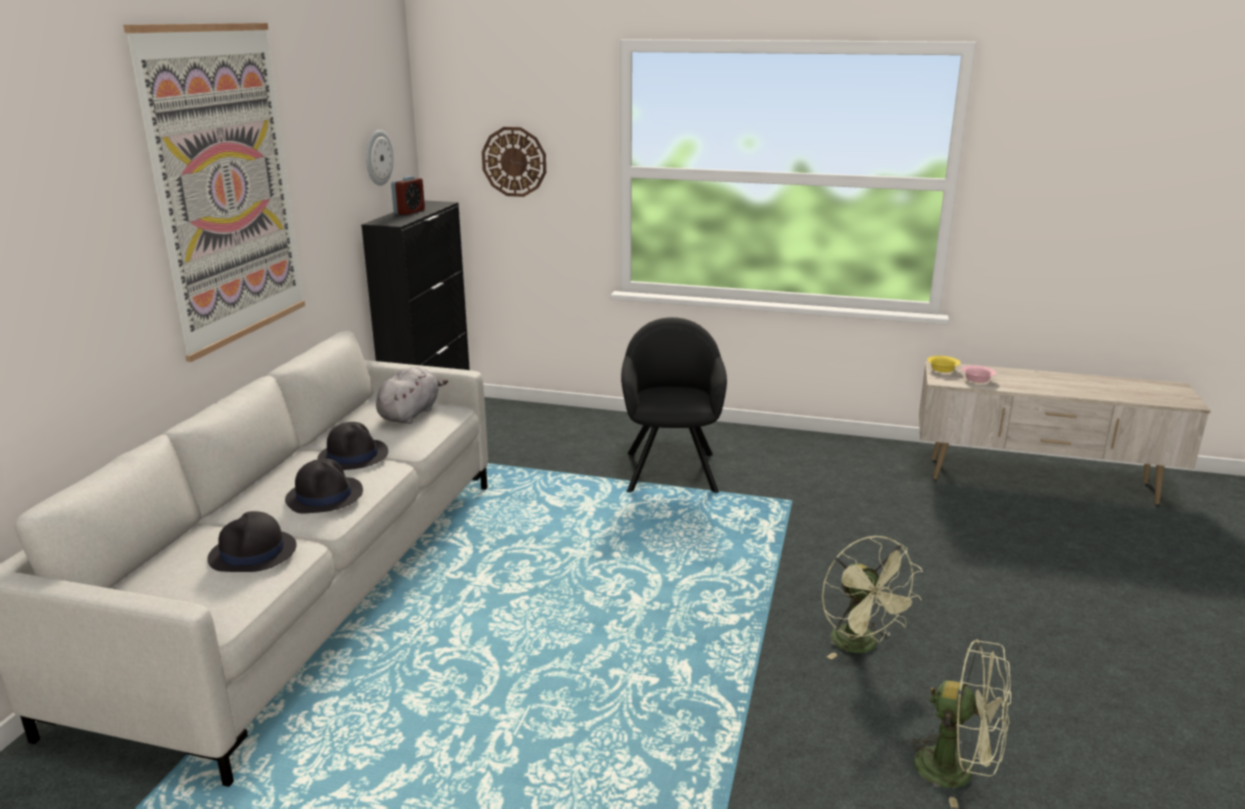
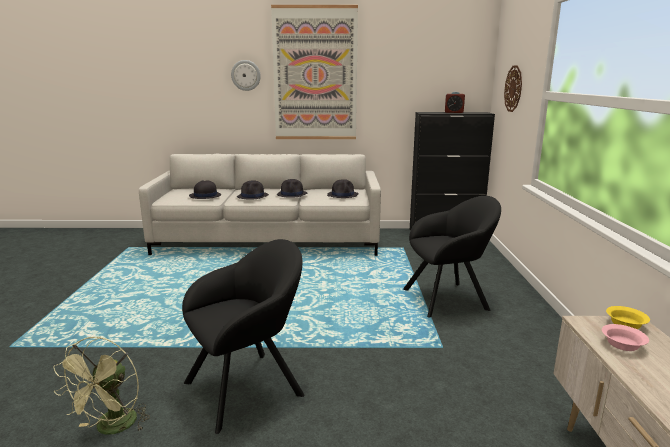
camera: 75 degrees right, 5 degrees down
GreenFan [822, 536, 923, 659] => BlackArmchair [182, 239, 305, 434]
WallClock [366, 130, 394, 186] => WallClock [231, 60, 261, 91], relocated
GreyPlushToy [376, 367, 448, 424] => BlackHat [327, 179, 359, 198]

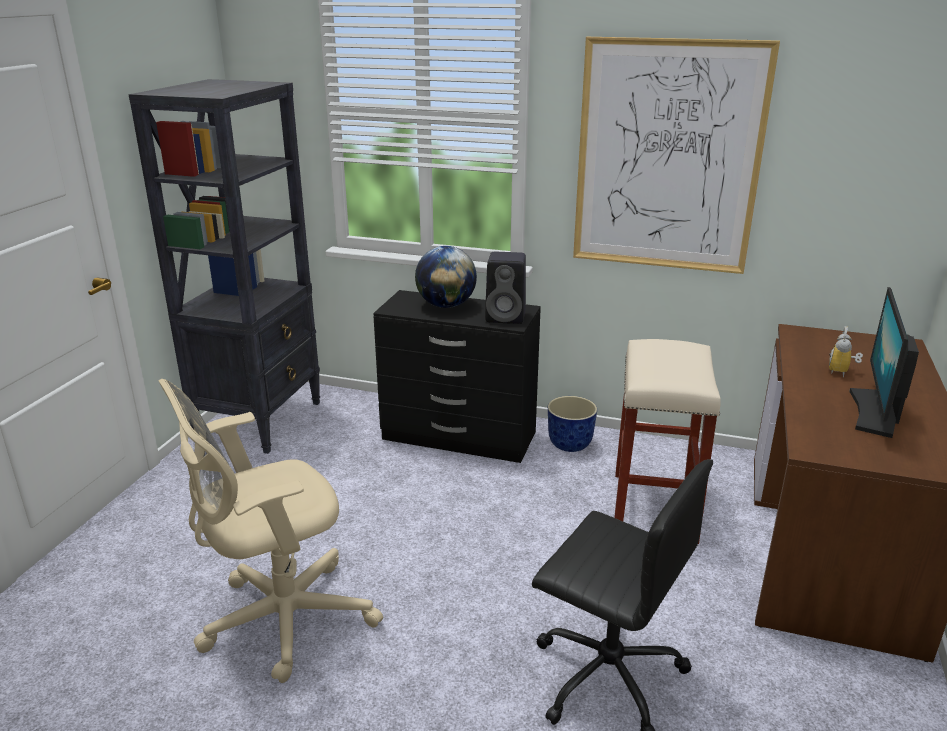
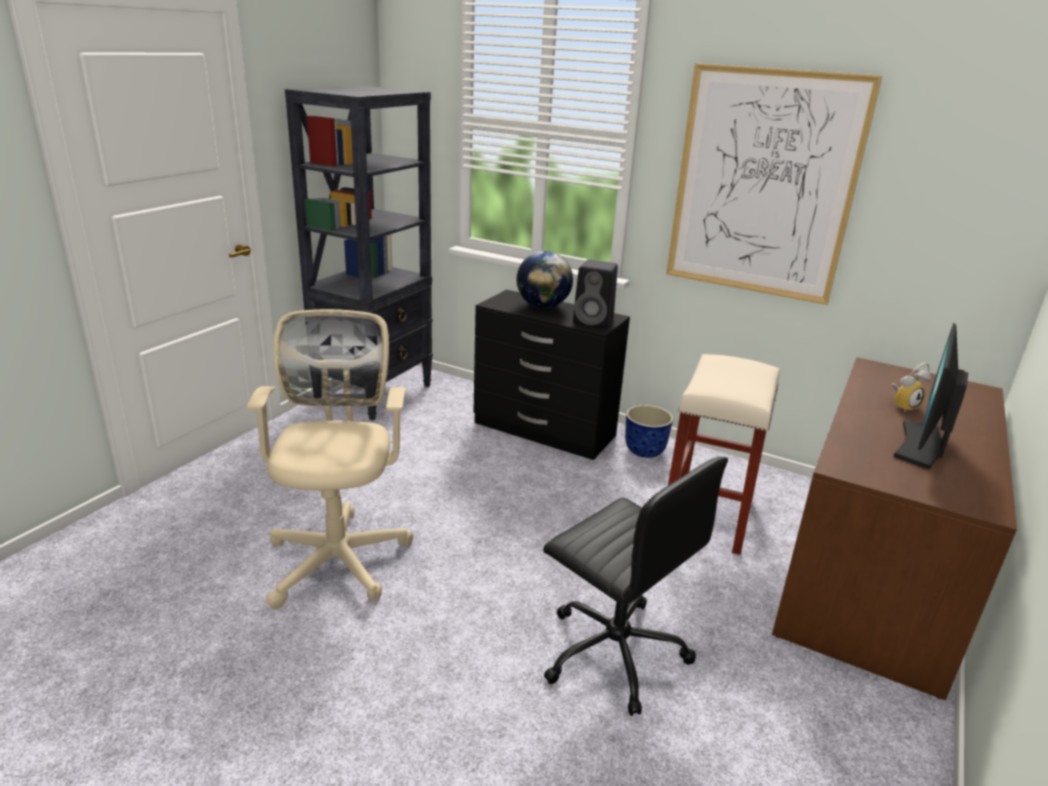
camera: 10 degrees right, 0 degrees up
BeigeOfficeChair [158, 379, 383, 683] => BeigeOfficeChair [246, 309, 413, 609], 105 degrees clockwise
AlarmClock [829, 326, 863, 377] => AlarmClock [892, 363, 931, 412], 150 degrees counterclockwise

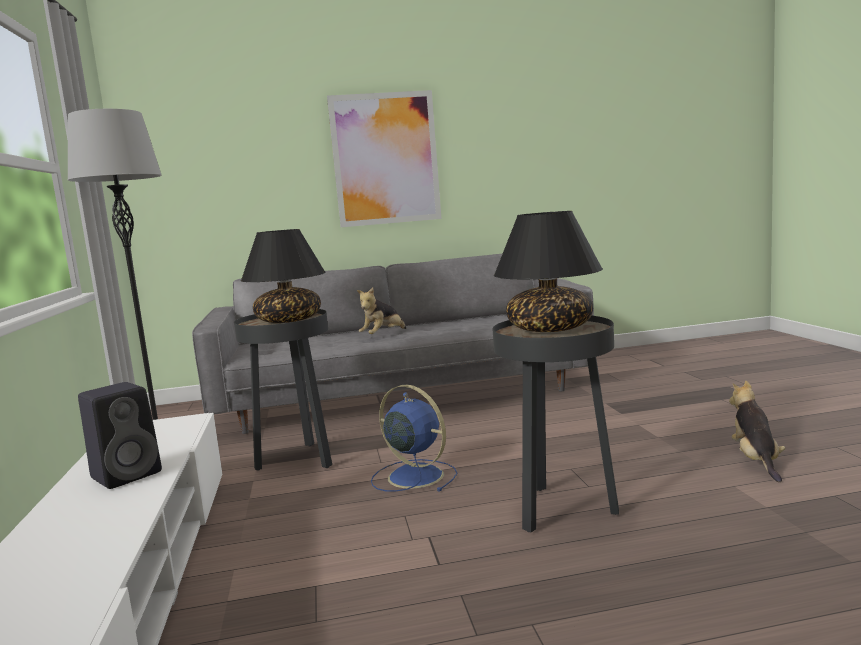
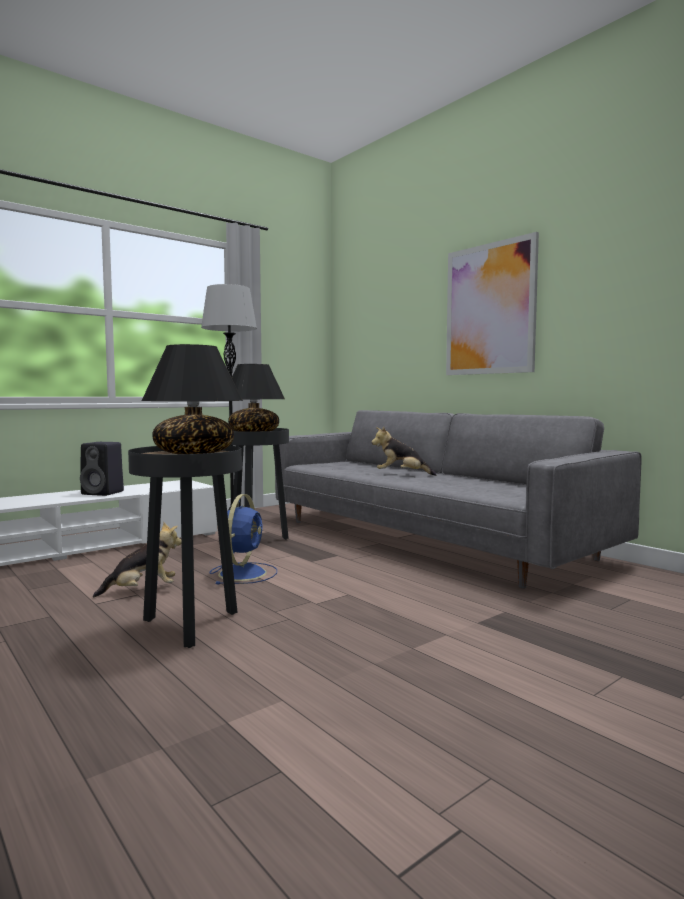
camera: 60 degrees right, 5 degrees down
PlushToy [729, 381, 786, 482] => PlushToy [93, 522, 182, 598], relocated

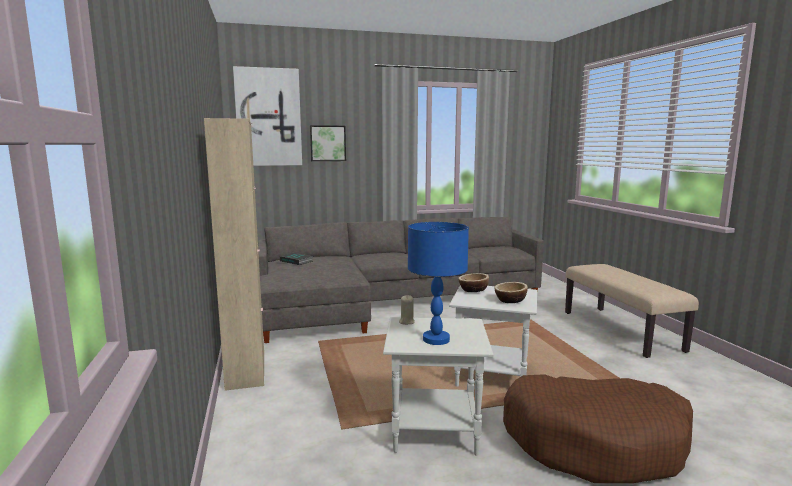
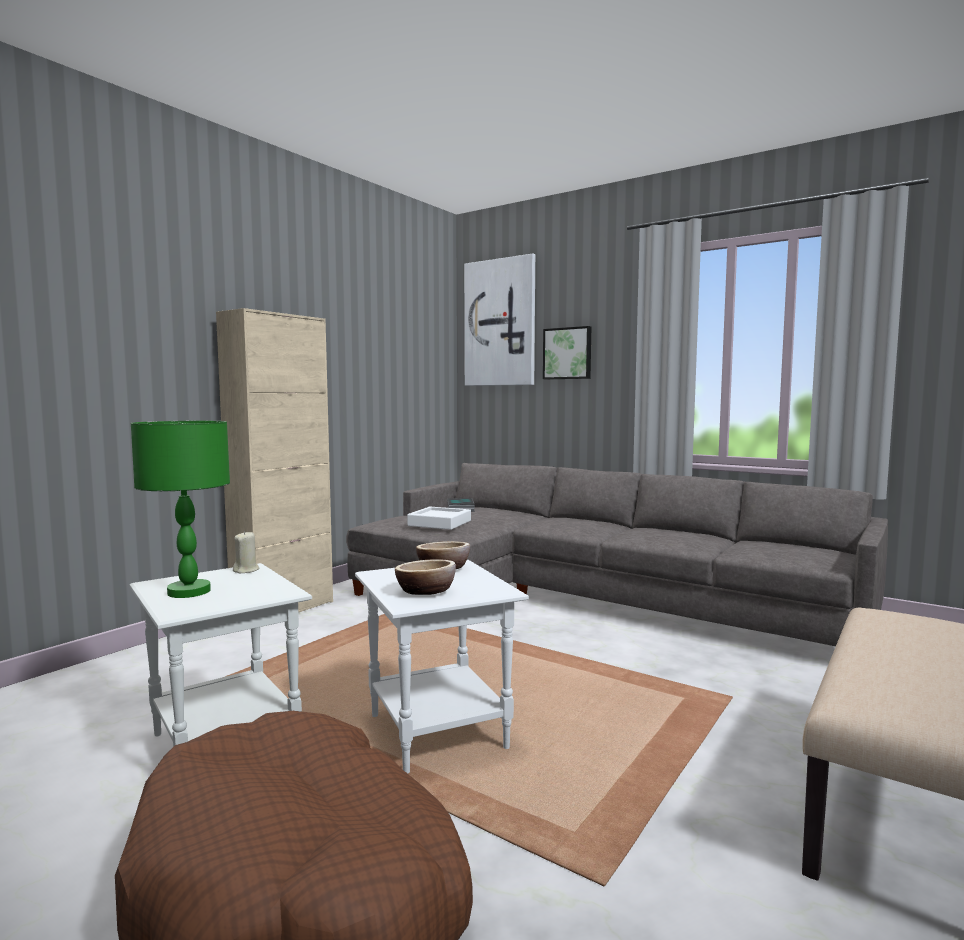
camera: 50 degrees right, 5 degrees down
BlueTableLamp [408, 222, 469, 345] => GreenTableLamp [131, 421, 230, 598]
nothing => WhiteTray [407, 507, 471, 530]

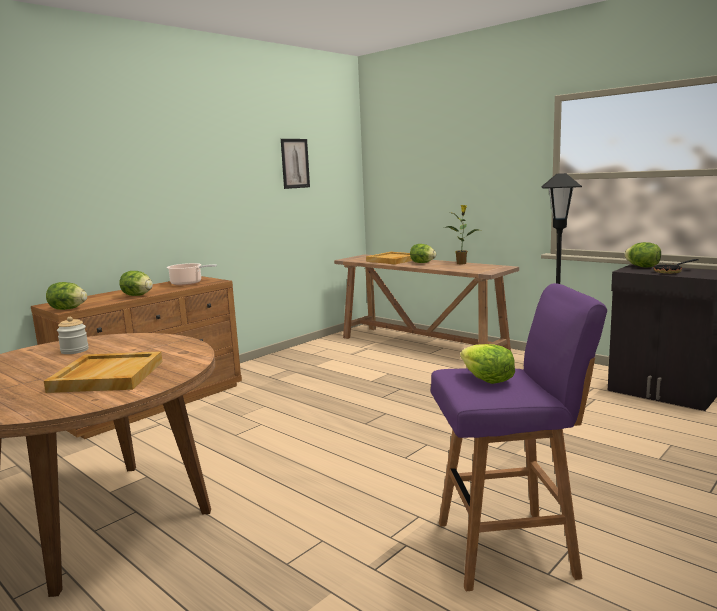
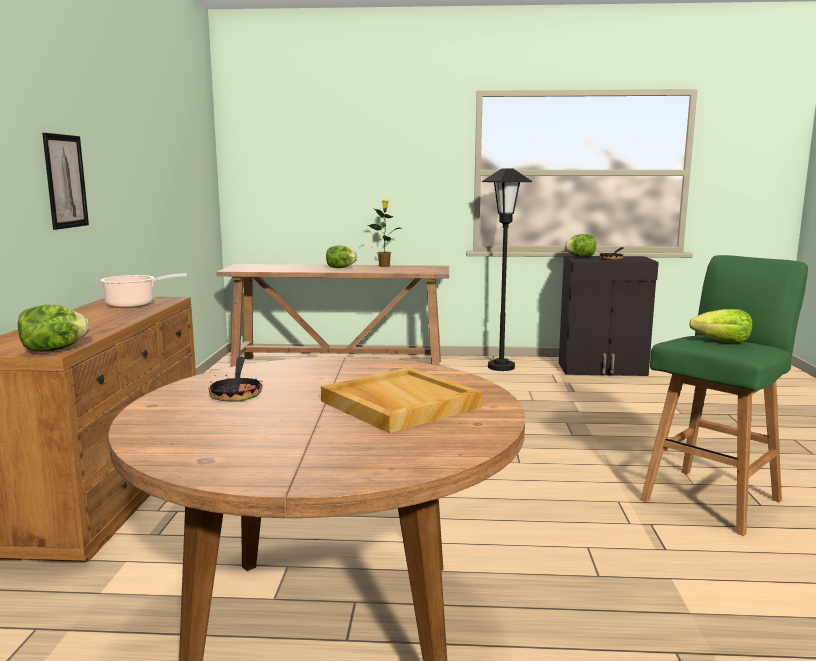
camera: 40 degrees left, 0 degrees up
Picture [281, 139, 310, 189] => Picture [42, 133, 89, 230], relocated
Jar [57, 317, 89, 354] => FryingPan [208, 357, 263, 402]
PurpleStool [431, 283, 607, 591] => GreenStool [641, 255, 808, 536]
Lettuce [119, 271, 153, 296] => nothing
BeigeTray [366, 252, 413, 265] => nothing

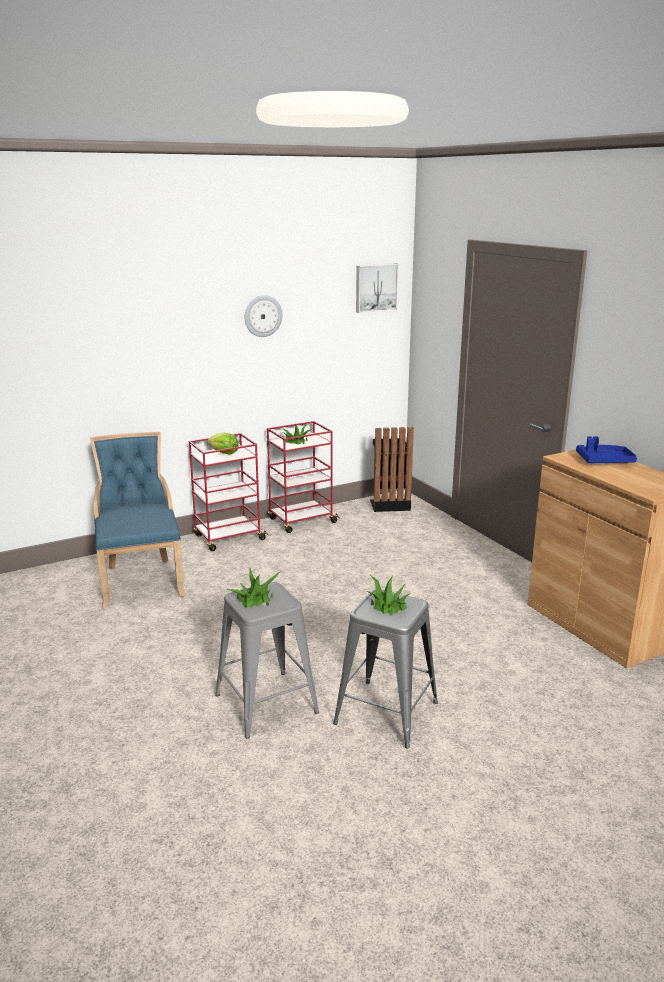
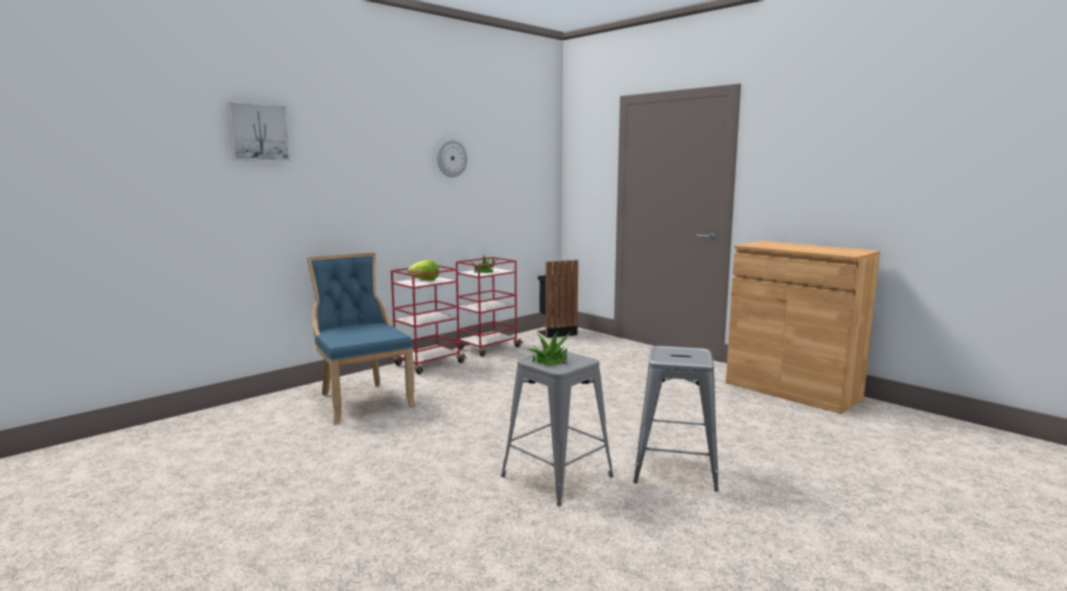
camera: 15 degrees left, 10 degrees down
Picture [356, 264, 398, 313] => Picture [227, 102, 290, 161], relocated
PottedPlant [366, 575, 409, 615] => nothing
BlueTray [576, 436, 637, 463] => nothing

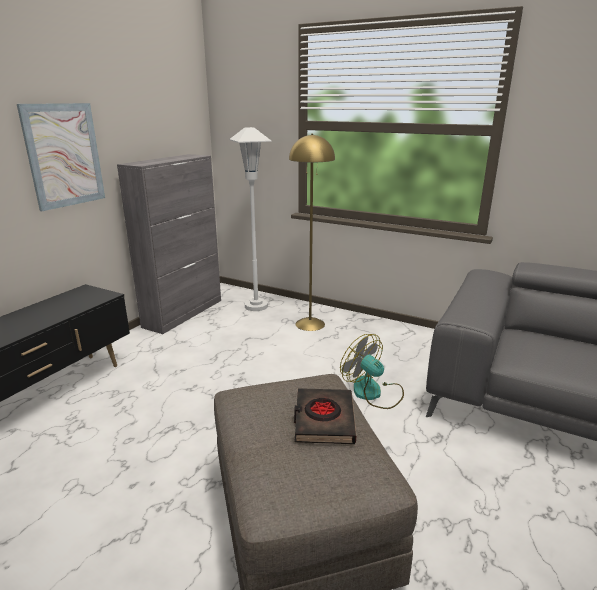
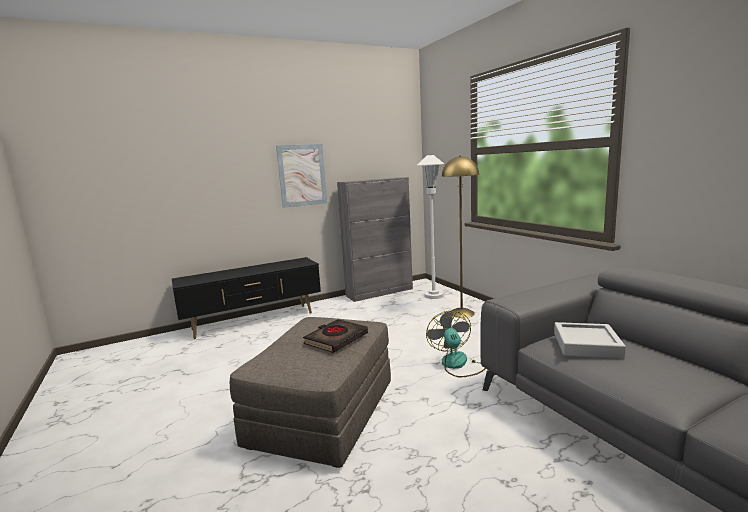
camera: 35 degrees right, 10 degrees down
nothing => GreyTray [554, 322, 626, 359]

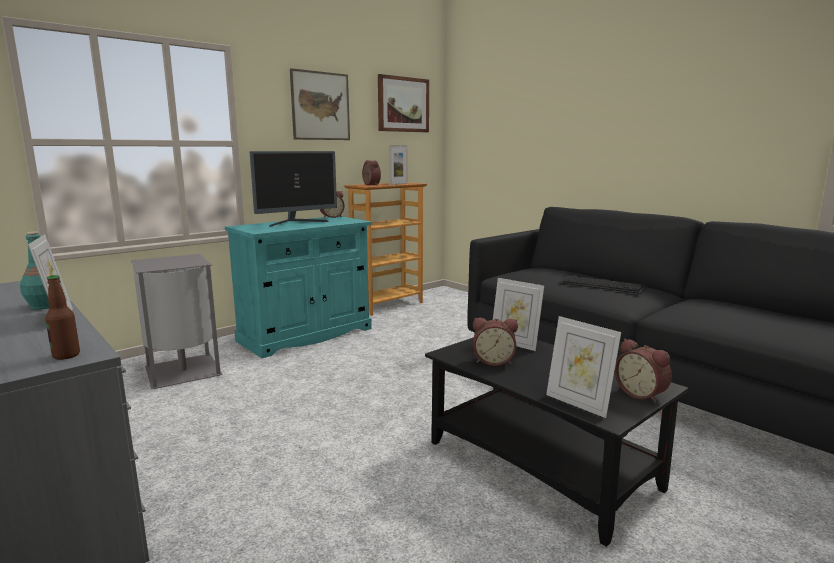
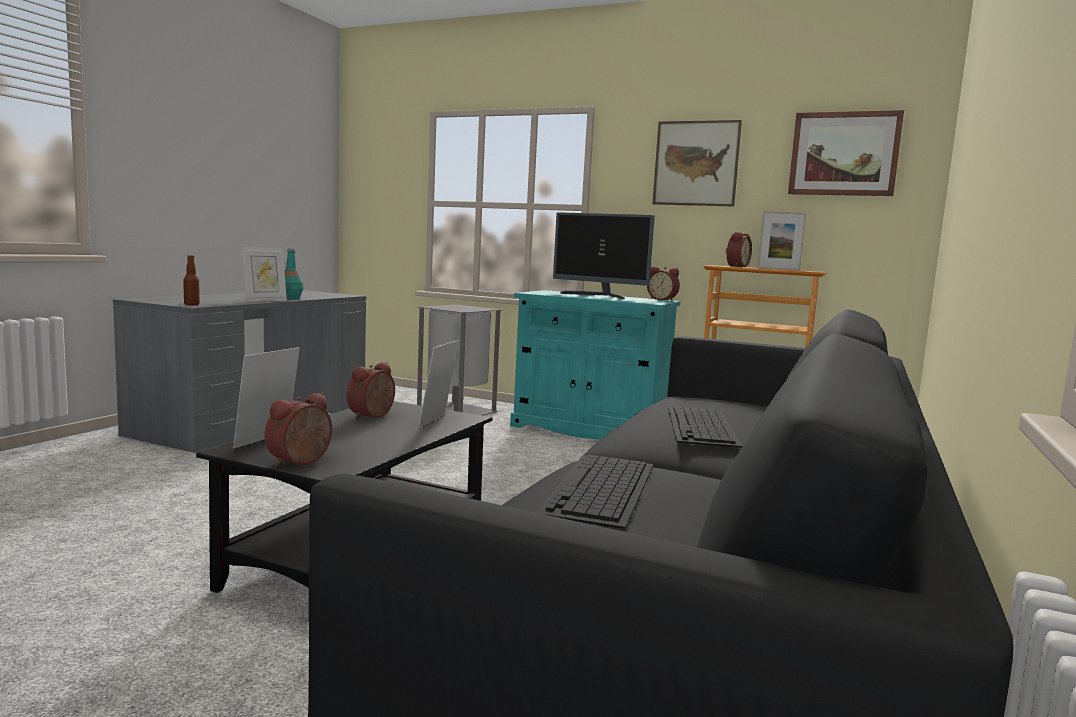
camera: 65 degrees right, 5 degrees down
AlarmClock [473, 318, 518, 366] => AlarmClock [347, 362, 395, 419], 45 degrees clockwise
nothing => Keyboard [535, 455, 653, 529]

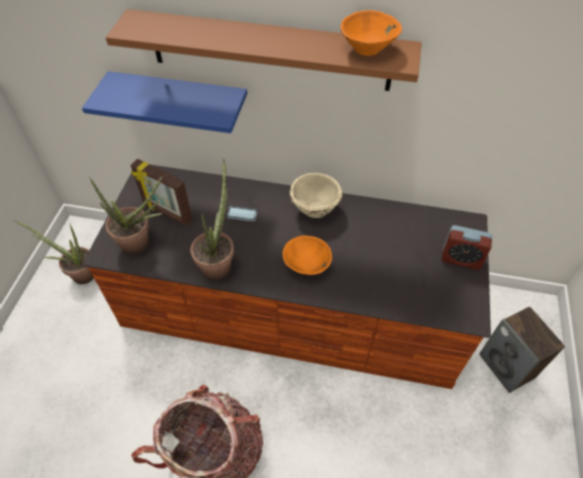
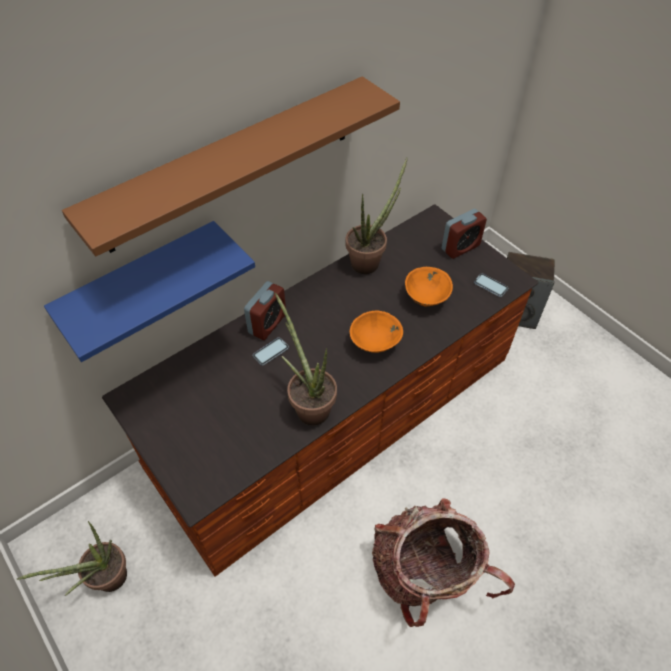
camera: 50 degrees left, 0 degrees up
nothing => AlarmClock [244, 281, 286, 340]
PottedPlant [89, 176, 163, 255] => PottedPlant [346, 157, 408, 274], relocated
OrangeBowl [340, 10, 402, 56] => OrangeBowl [405, 267, 453, 306], relocated
nothing => Phone [474, 273, 508, 297]
PictureFrame [131, 159, 193, 226] => nothing
BeigeBowl [290, 173, 342, 218] => nothing

